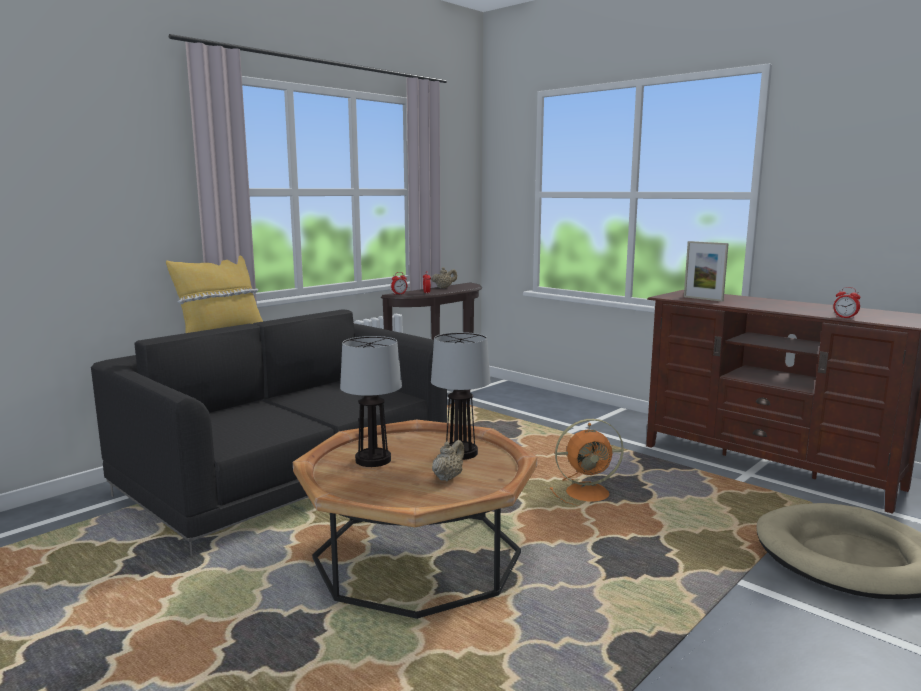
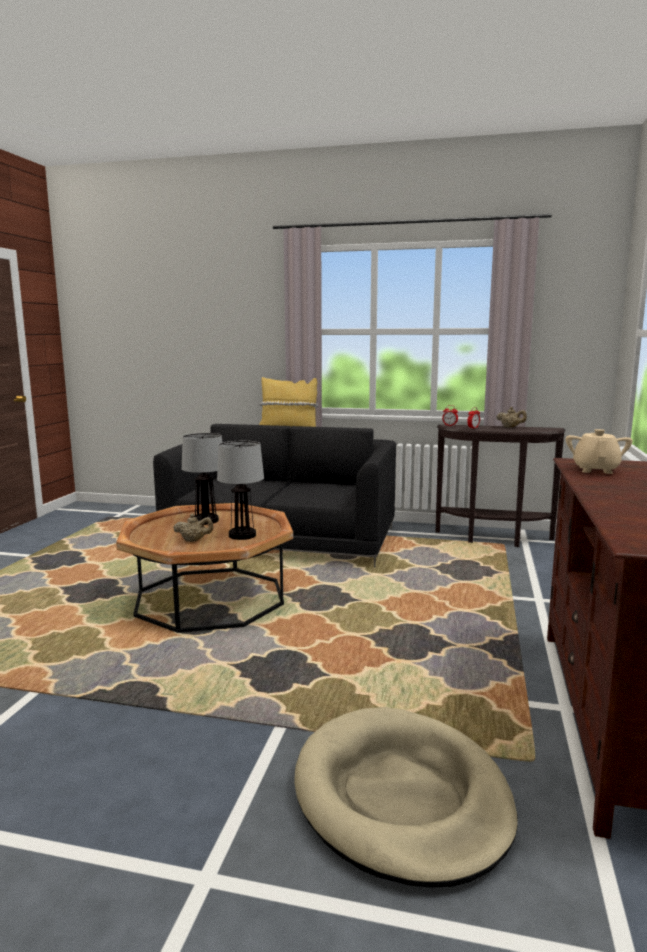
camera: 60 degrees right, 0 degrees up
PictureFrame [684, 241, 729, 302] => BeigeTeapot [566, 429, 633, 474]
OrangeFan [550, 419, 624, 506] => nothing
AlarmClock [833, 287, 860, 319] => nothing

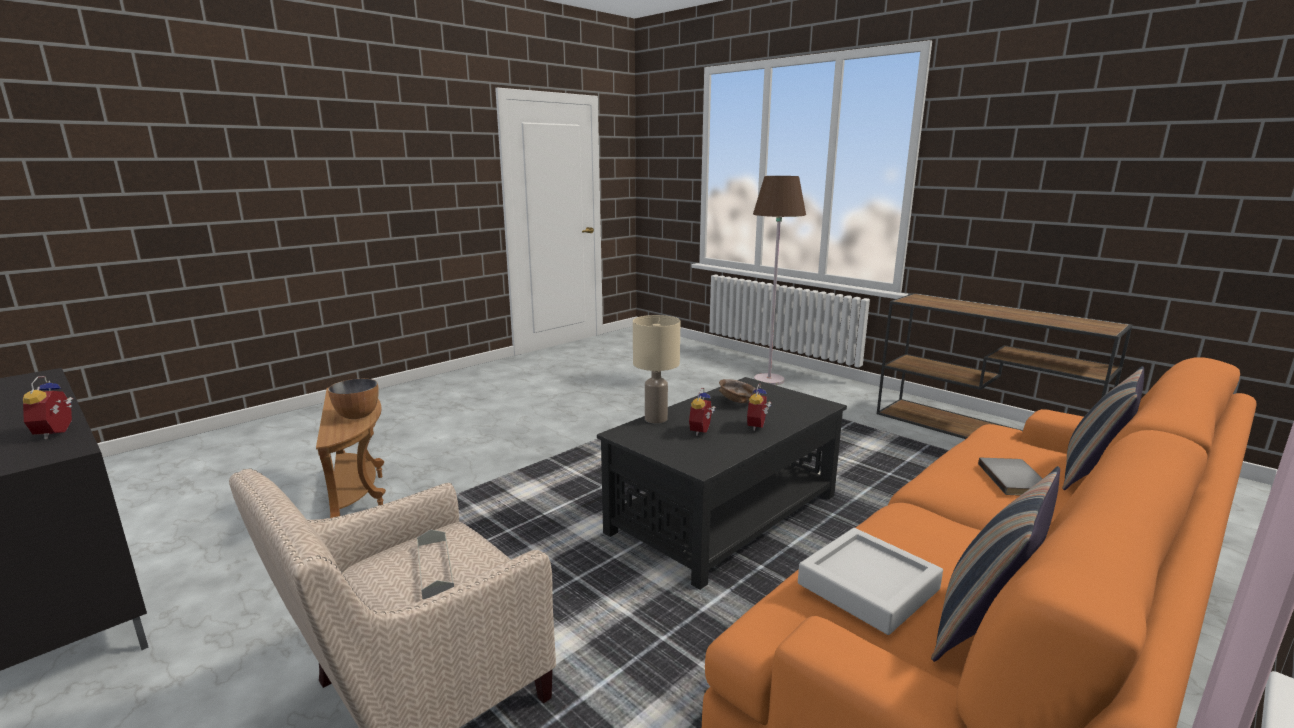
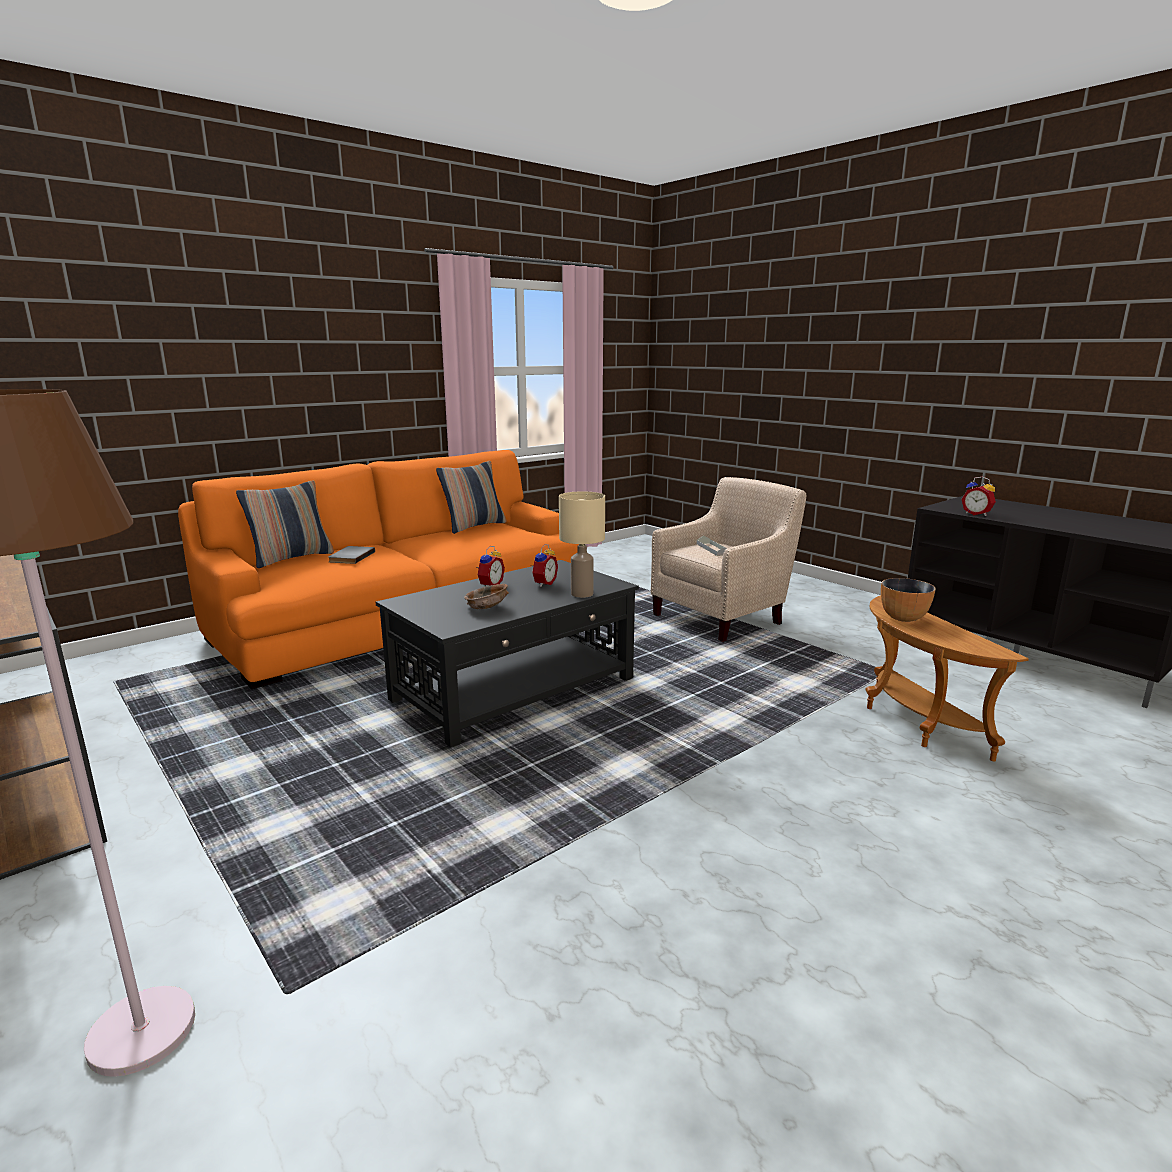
camera: 175 degrees left, 0 degrees up
AlarmClock [23, 376, 73, 439] => AlarmClock [961, 476, 996, 516], 150 degrees clockwise
GreyTray [798, 528, 943, 635] => nothing

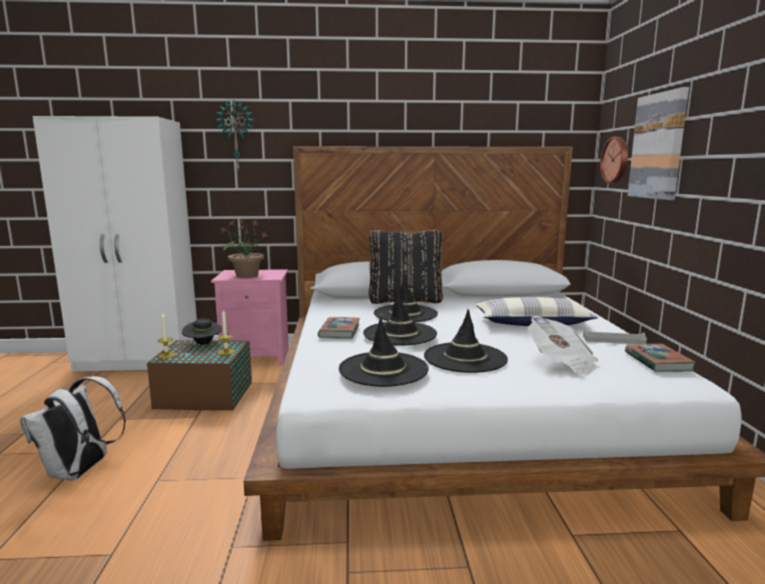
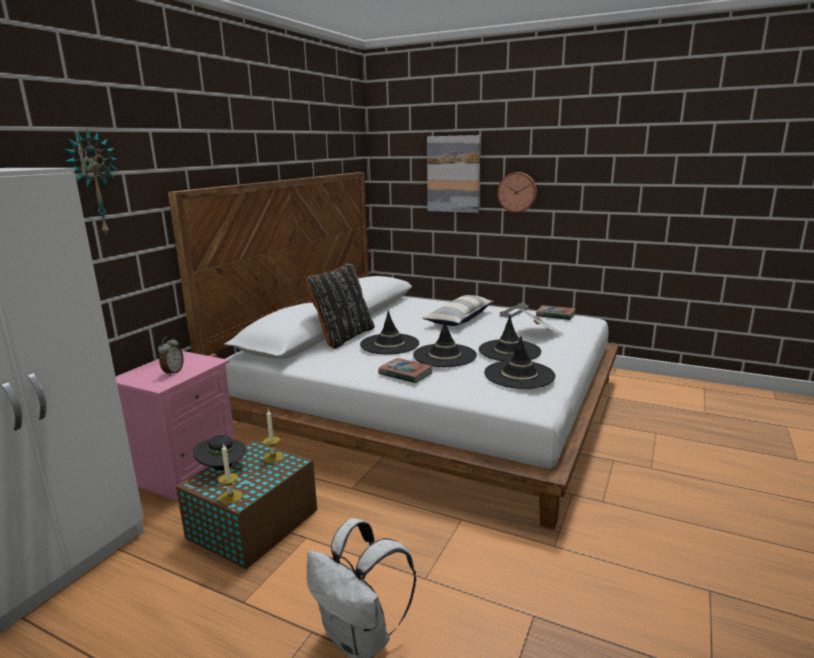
camera: 60 degrees left, 5 degrees up
PottedPlant [219, 220, 267, 278] => AlarmClock [158, 336, 184, 376]
WallClock [600, 137, 628, 183] => WallClock [497, 172, 537, 213], relocated

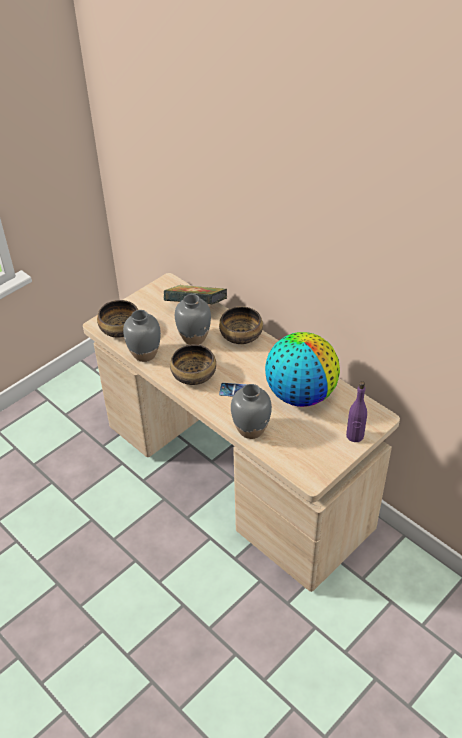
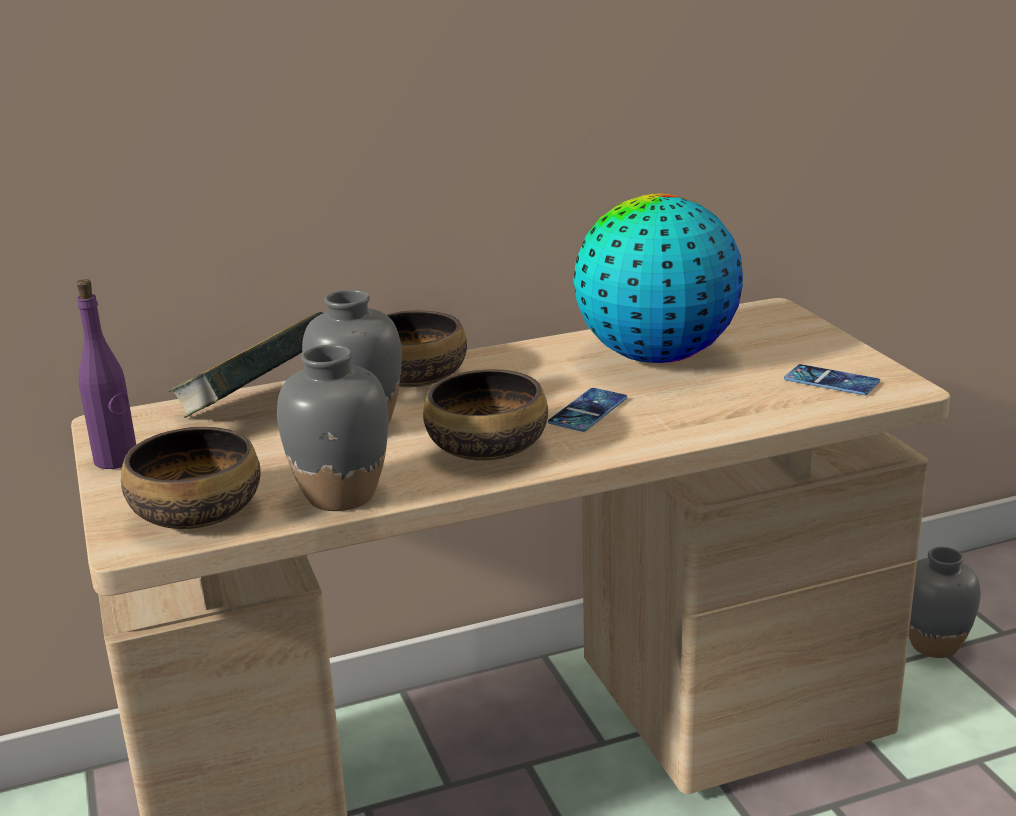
camera: 65 degrees left, 20 degrees down
PurpleBottle [346, 381, 367, 442] => PurpleBottle [77, 279, 136, 469], relocated
nothing => Phone [784, 364, 880, 395]
GreyVase [231, 384, 272, 439] => GreyVase [909, 547, 981, 658], relocated

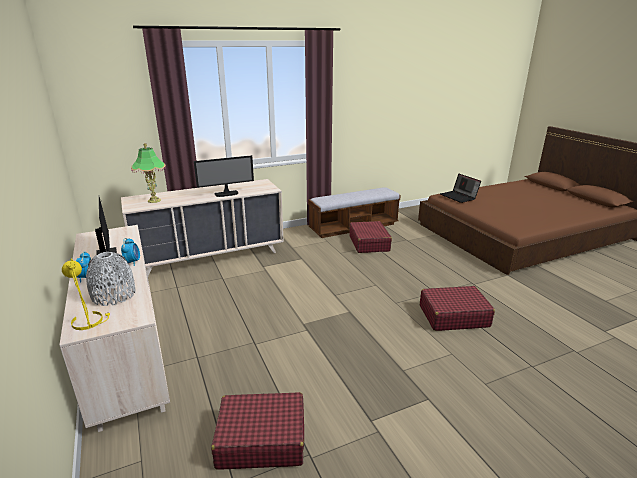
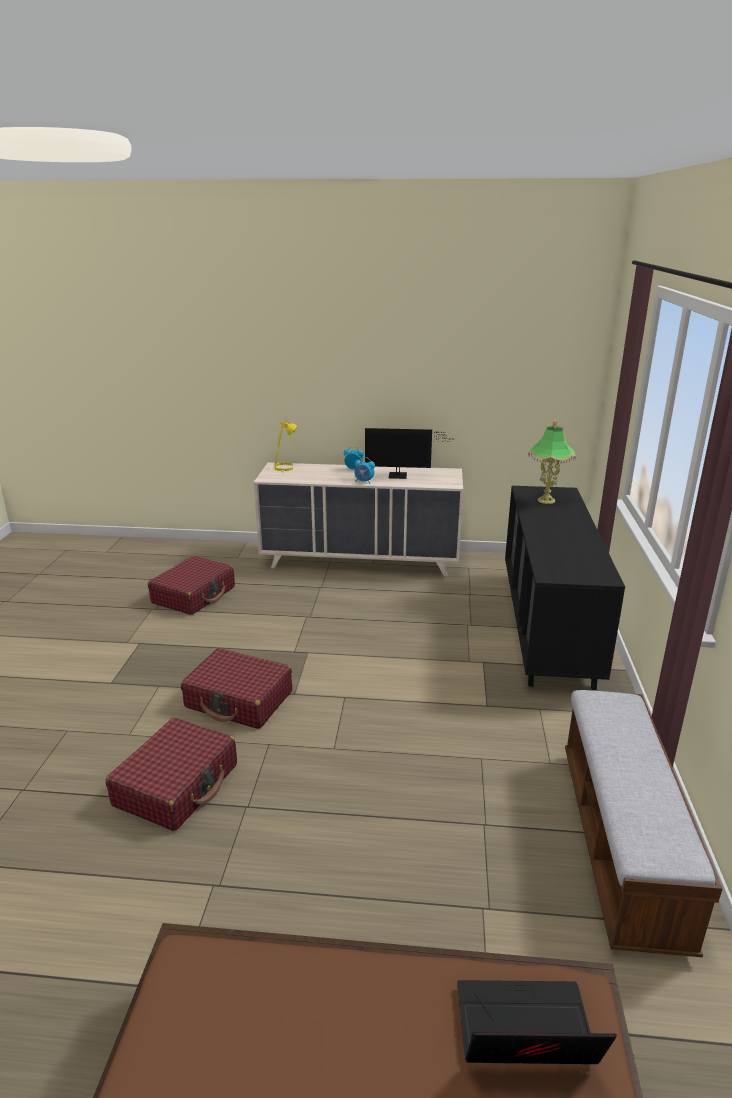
camera: 120 degrees right, 0 degrees up
RedSuitcase [349, 221, 392, 253] => RedSuitcase [181, 648, 292, 729], relocated
BeigeDresser [121, 179, 284, 276] => BlackDresser [505, 486, 625, 690]
GreyVase [86, 252, 136, 306] => nothing
Monitor [194, 155, 254, 197] => nothing

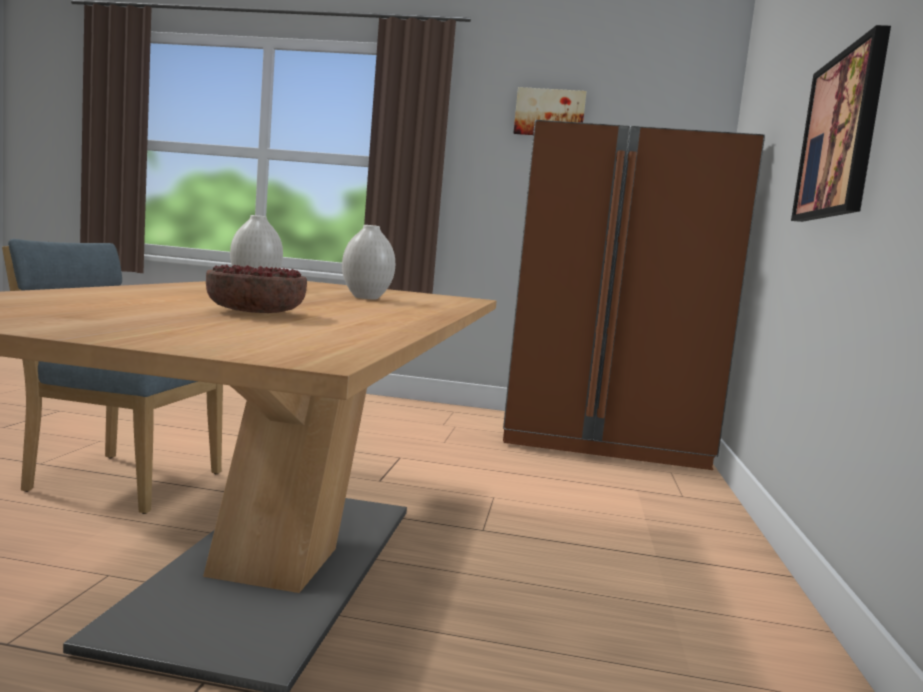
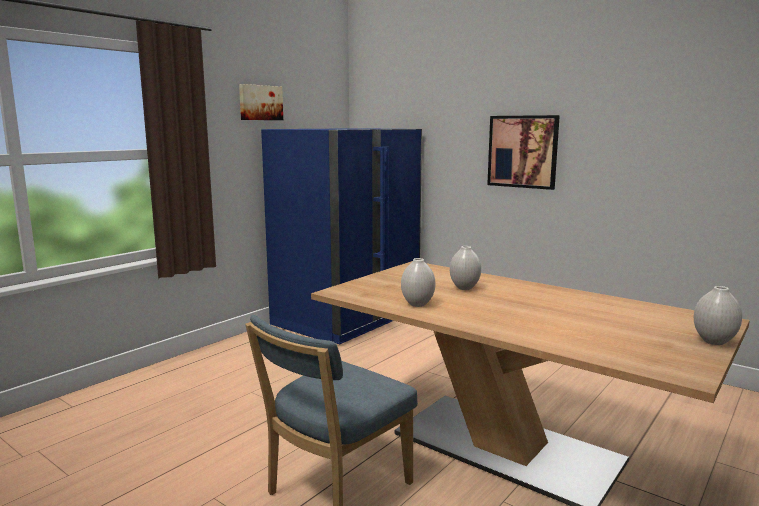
camera: 60 degrees left, 5 degrees up
BrownFridge [503, 120, 765, 470] => BlueFridge [261, 128, 422, 344]
nothing => WhiteVase [694, 286, 742, 345]
Bowl [206, 264, 307, 313] => nothing

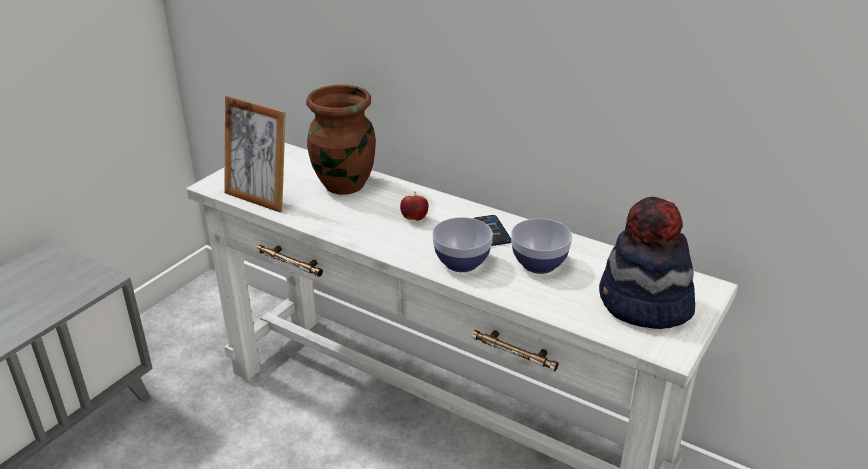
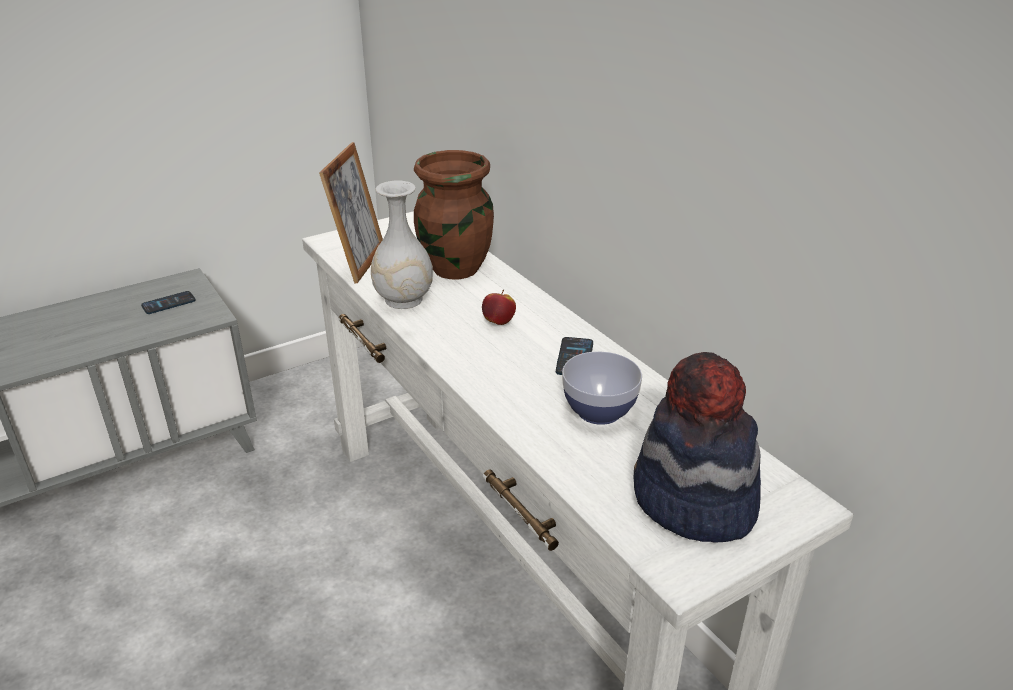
camera: 25 degrees right, 0 degrees up
nothing => Phone [141, 291, 196, 314]
PictureFrame [224, 96, 286, 213] => PictureFrame [319, 142, 383, 283], 135 degrees counterclockwise
nothing => WhiteVase [371, 180, 433, 309]
Bowl [432, 217, 493, 272] => nothing

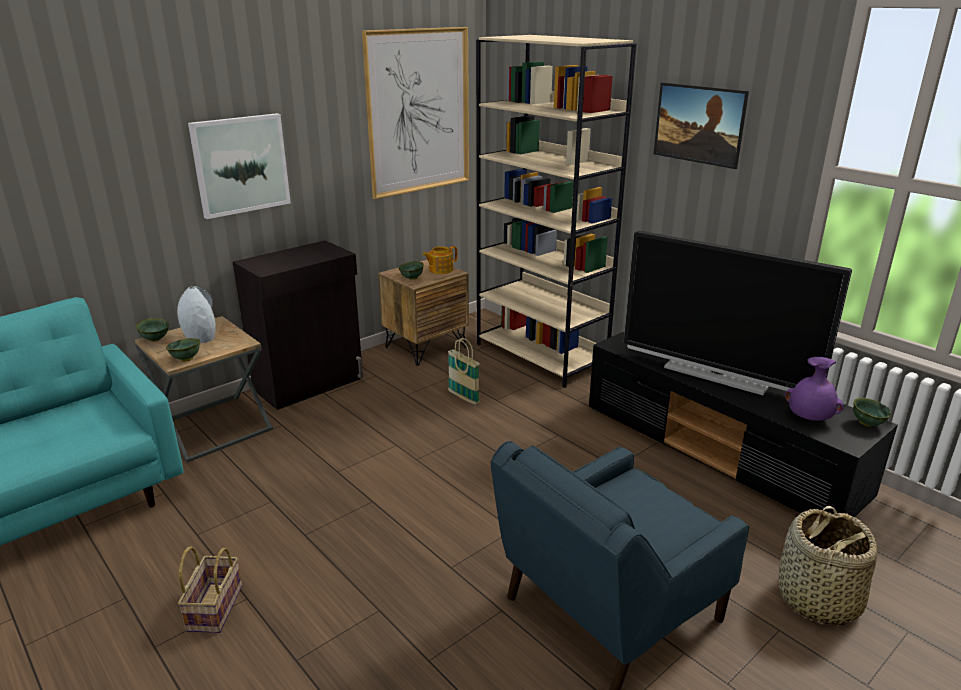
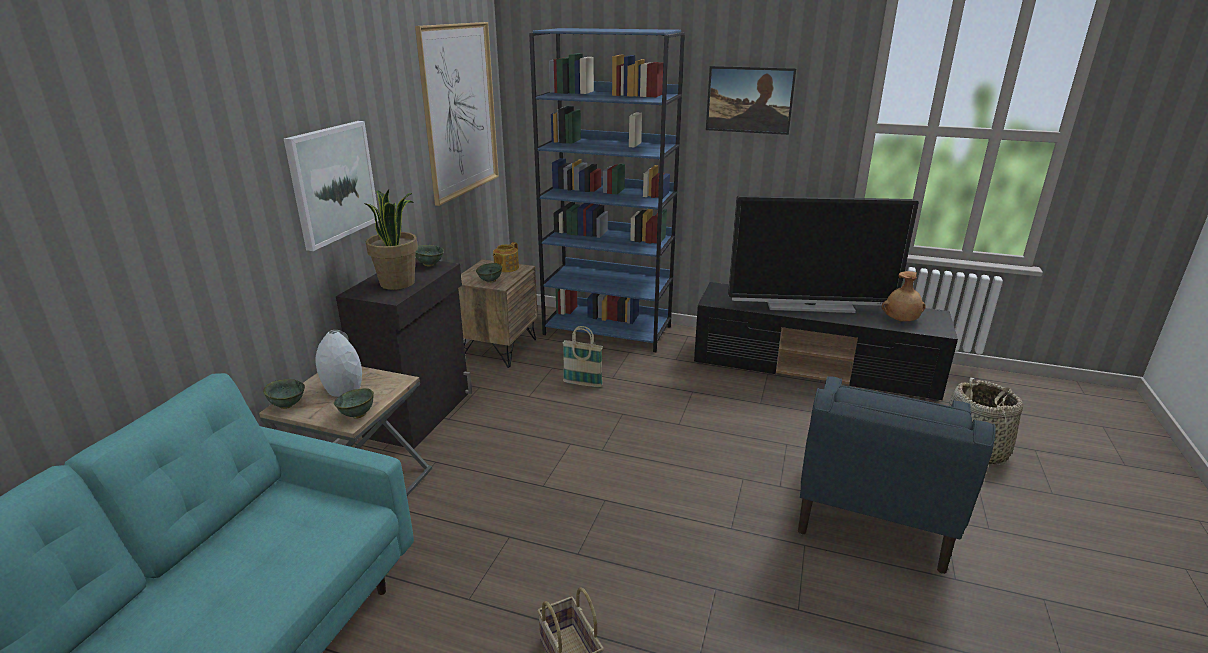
camera: 30 degrees left, 0 degrees up
nothing => PottedPlant [364, 189, 418, 290]
GreenBowl [853, 398, 892, 427] => GreenBowl [415, 245, 444, 266], relocated
BeigeBookcase [476, 35, 637, 388] => BlueBookcase [529, 28, 685, 352]
PurpleVase [785, 357, 844, 421] => BrownVase [881, 271, 926, 322]

